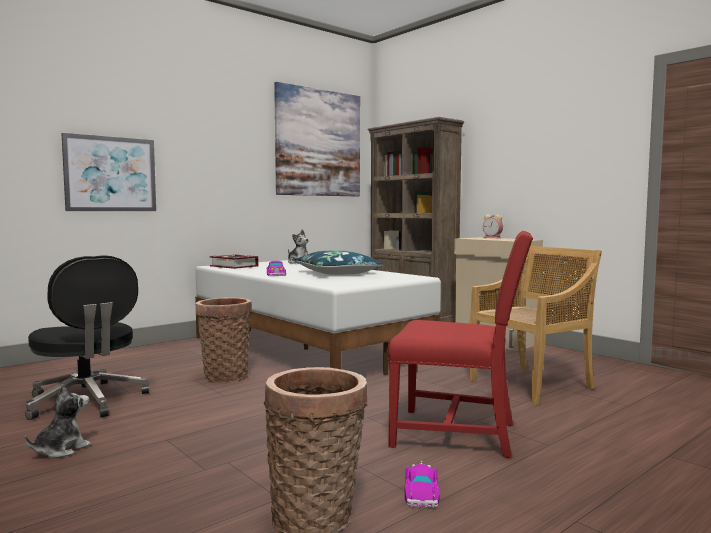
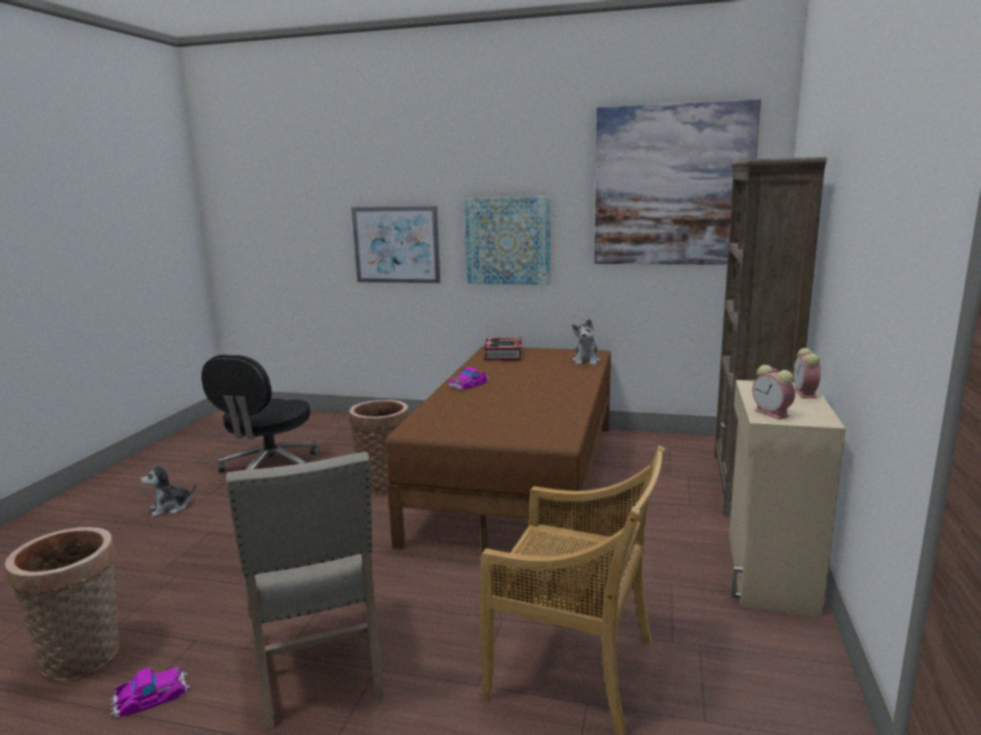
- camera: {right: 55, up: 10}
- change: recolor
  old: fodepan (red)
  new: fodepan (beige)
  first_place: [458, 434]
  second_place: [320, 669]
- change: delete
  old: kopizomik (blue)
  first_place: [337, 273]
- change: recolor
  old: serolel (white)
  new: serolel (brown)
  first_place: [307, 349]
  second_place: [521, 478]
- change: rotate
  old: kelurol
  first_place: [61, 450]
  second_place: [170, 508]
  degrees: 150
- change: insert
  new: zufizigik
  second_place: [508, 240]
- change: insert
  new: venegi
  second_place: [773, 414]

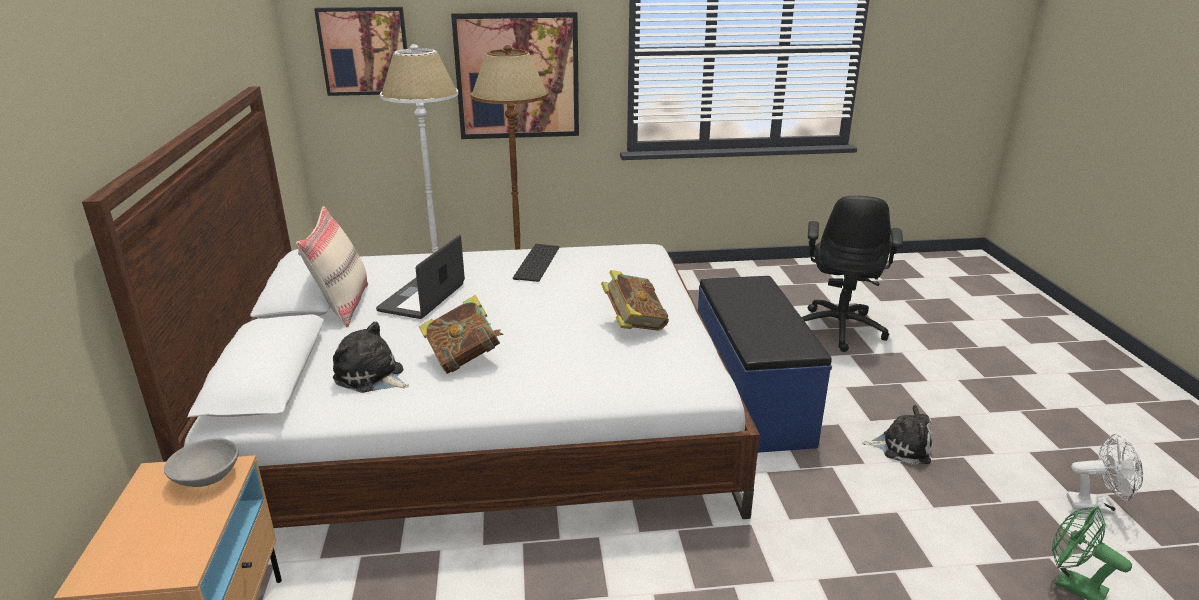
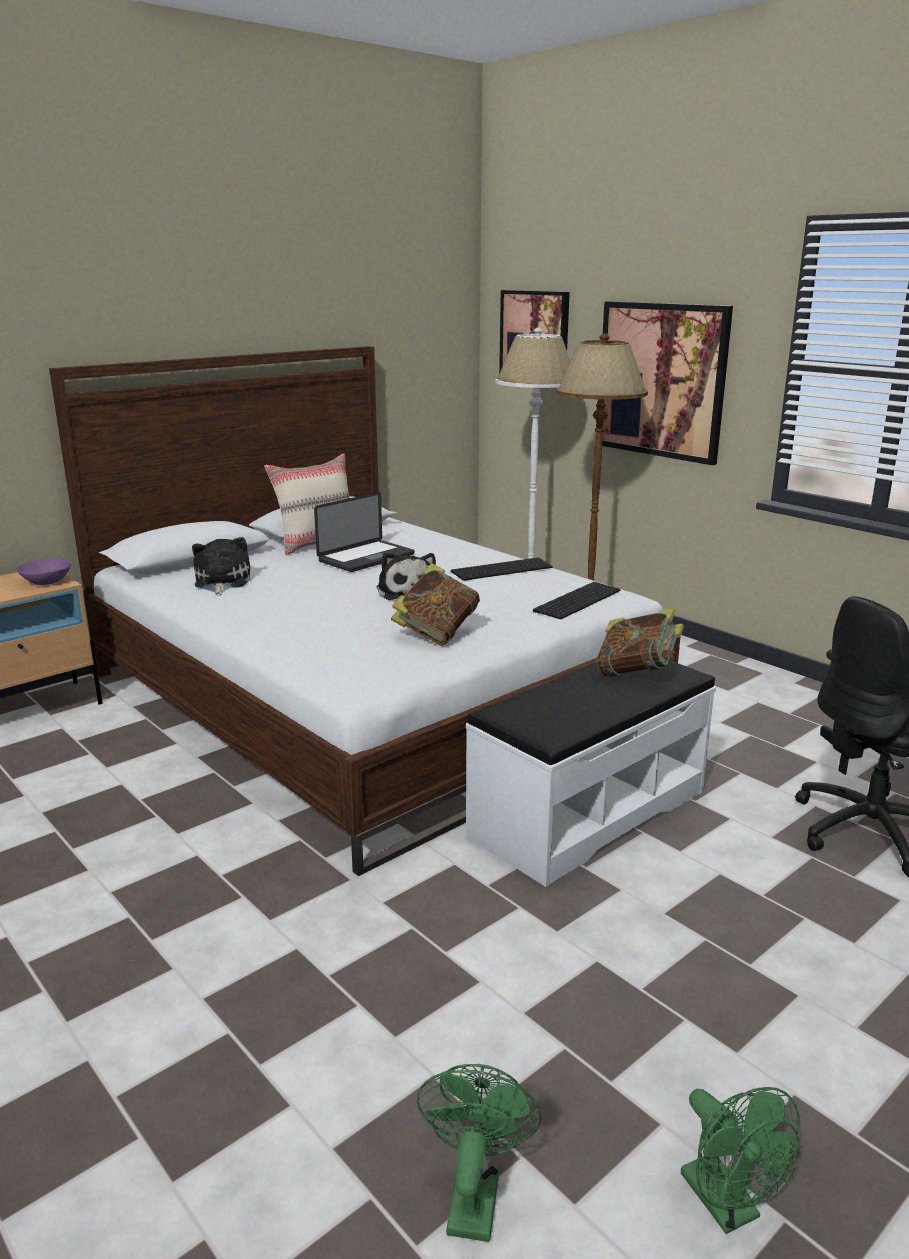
- camera: {right: 55, up: -5}
- change: rotate
  old: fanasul
  first_place: [422, 298]
  second_place: [366, 558]
  degrees: 150
- change: recolor
  old: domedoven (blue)
  new: domedoven (white)
  first_place: [749, 398]
  second_place: [587, 812]
- change: move
  old: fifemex
  first_place: [464, 359]
  second_place: [637, 673]
- change: move
  old: kelurol
  first_place: [902, 447]
  second_place: [405, 591]
- change: recolor
  old: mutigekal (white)
  new: mutigekal (green)
  first_place: [1096, 505]
  second_place: [728, 1207]
- change: recolor
  old: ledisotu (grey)
  new: ledisotu (purple)
  first_place: [207, 477]
  second_place: [46, 582]
- change: insert
  new: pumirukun
  second_place: [576, 600]

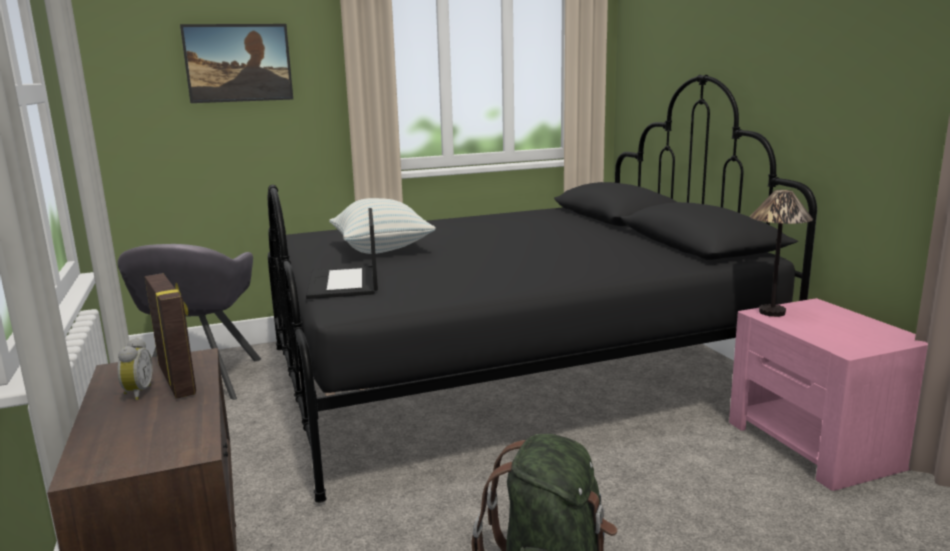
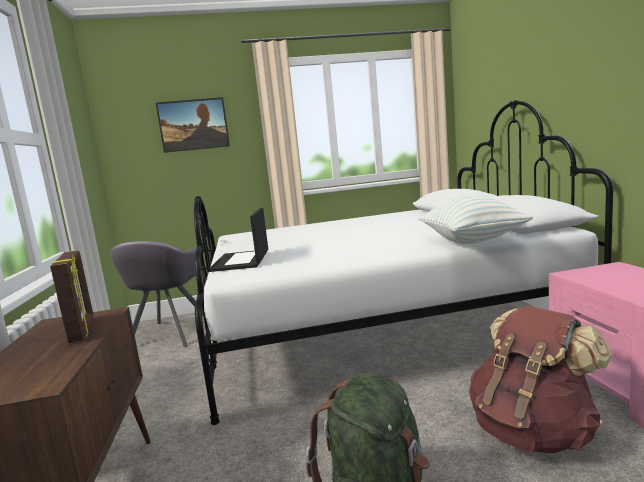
- camera: {right: 10, up: -5}
- change: recolor
  old: serolel (black)
  new: serolel (white)
  first_place: [510, 374]
  second_place: [378, 328]
- change: delete
  old: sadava
  first_place: [771, 312]
- change: move
  old: kopizomik
  first_place: [382, 250]
  second_place: [472, 241]
- change: delete
  old: venegi
  first_place: [136, 393]
- change: insert
  new: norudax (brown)
  second_place: [533, 431]

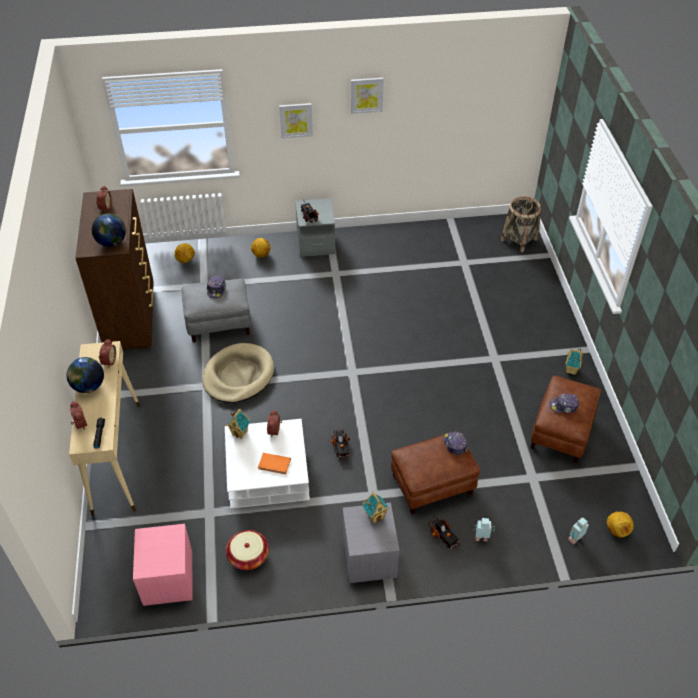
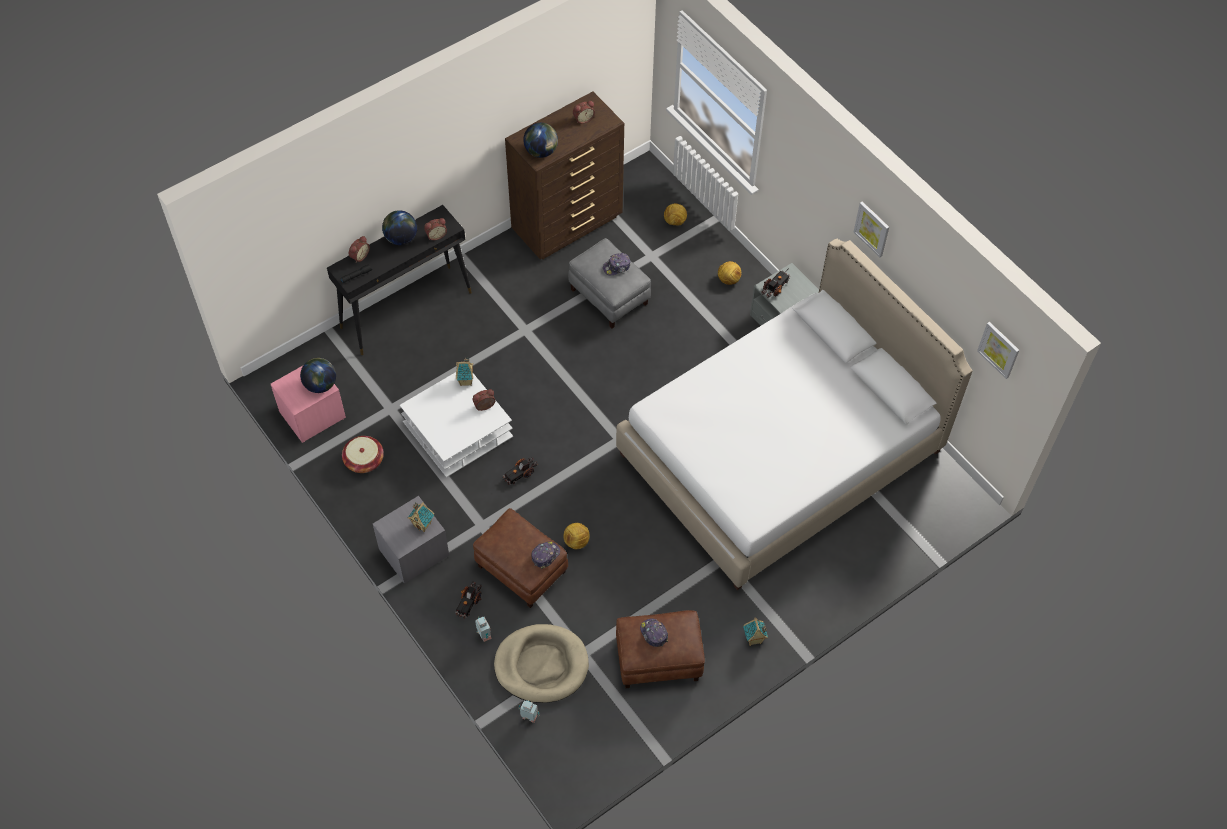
- camera: {right: 60, up: 10}
- change: move
  old: zufizigik
  first_place: [296, 120]
  second_place: [999, 349]
- change: delete
  old: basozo
  first_place: [519, 240]
- change: recolor
  old: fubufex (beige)
  new: fubufex (black)
  first_place: [117, 457]
  second_place: [407, 309]
- change: move
  old: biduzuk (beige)
  first_place: [238, 375]
  second_place: [541, 665]
- change: delete
  old: fifemex (orange)
  first_place: [274, 464]
- change: move
  old: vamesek
  first_place: [617, 530]
  second_place: [576, 541]
- change: insert
  new: serolel (white)
  second_place: [780, 452]
- change: insert
  new: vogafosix
  second_place: [321, 384]

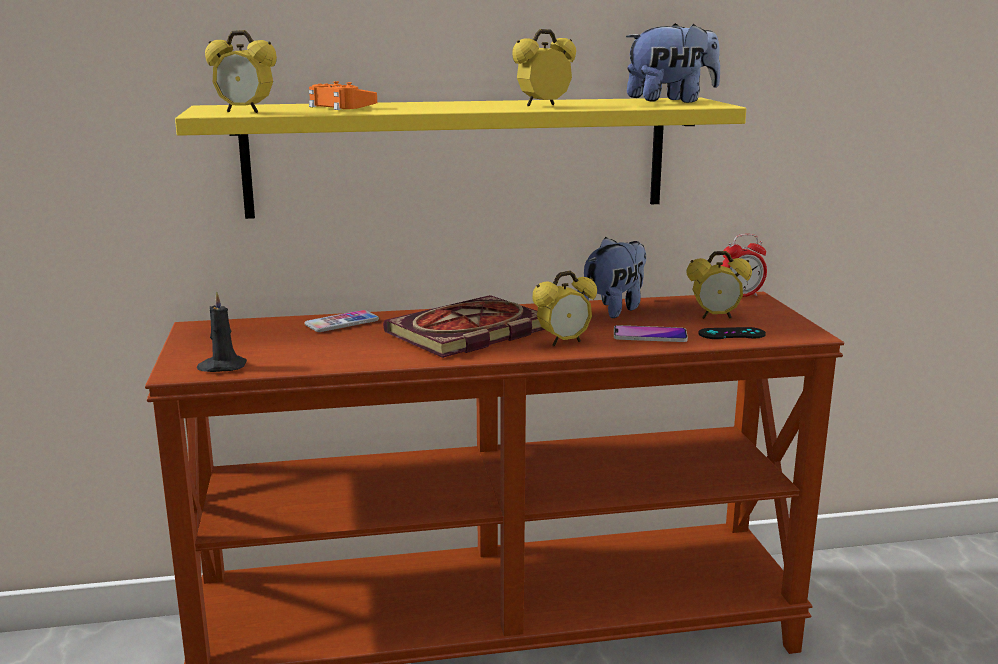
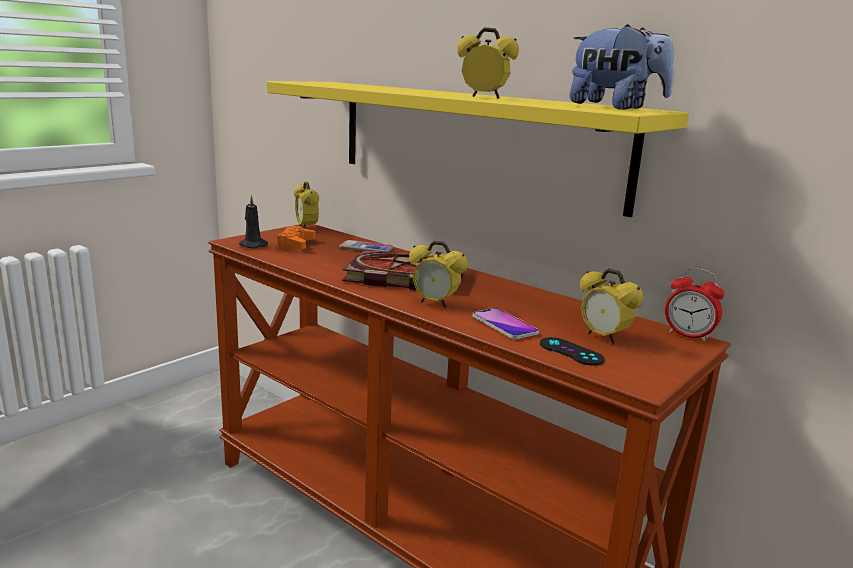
- camera: {right: 50, up: 0}
- change: move
  old: venegi
  first_place: [245, 112]
  second_place: [306, 227]
- change: move
  old: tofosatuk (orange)
  first_place: [340, 107]
  second_place: [295, 245]
- change: delete
  old: kelurol
  first_place: [614, 309]

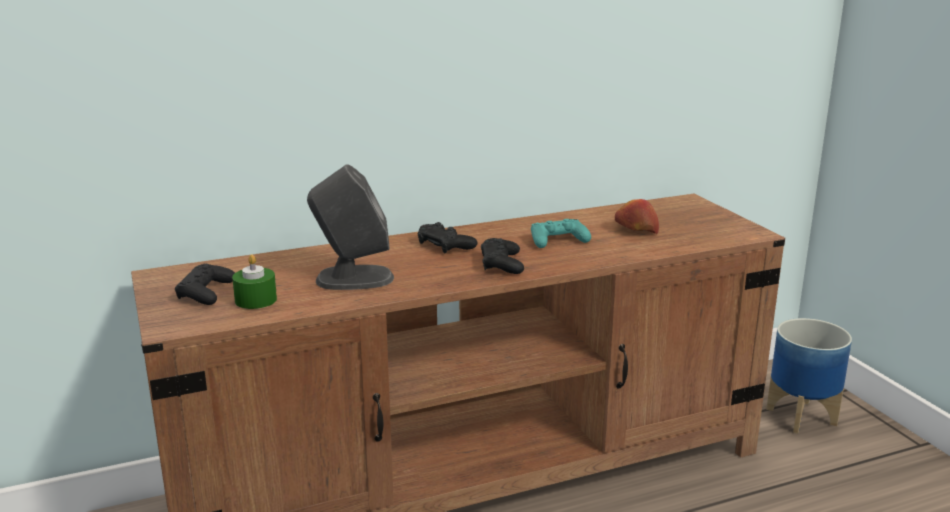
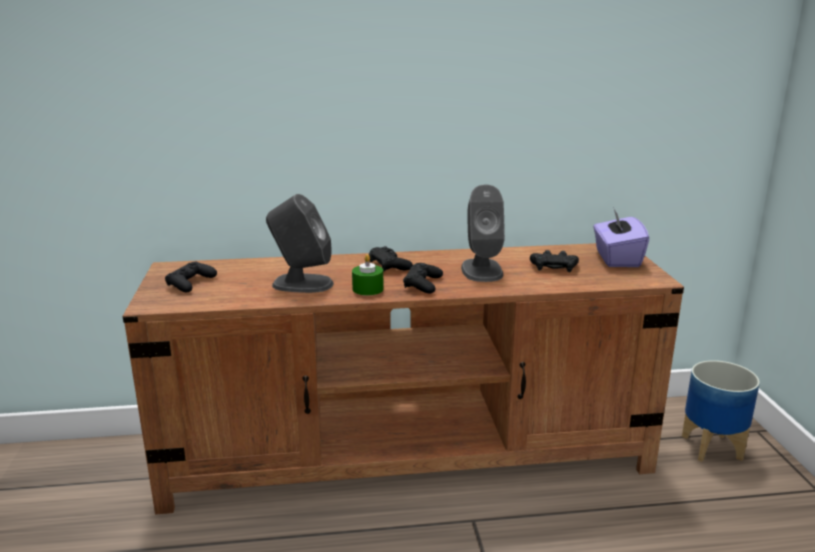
- camera: {right: 15, up: 0}
- change: replace
  old: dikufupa
  new: tofosatuk (black)
  first_place: [635, 229]
  second_place: [553, 267]
- change: replace
  old: tofosatuk (turquoise)
  new: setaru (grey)
  first_place: [558, 241]
  second_place: [481, 270]
- change: move
  old: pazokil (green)
  first_place: [256, 300]
  second_place: [368, 289]
- change: insert
  new: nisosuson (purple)
  second_place: [616, 258]

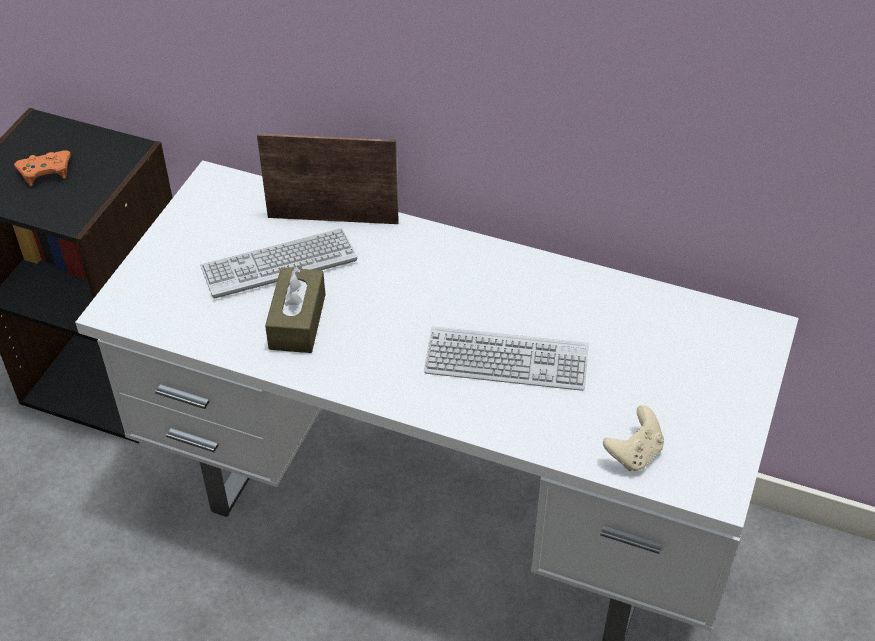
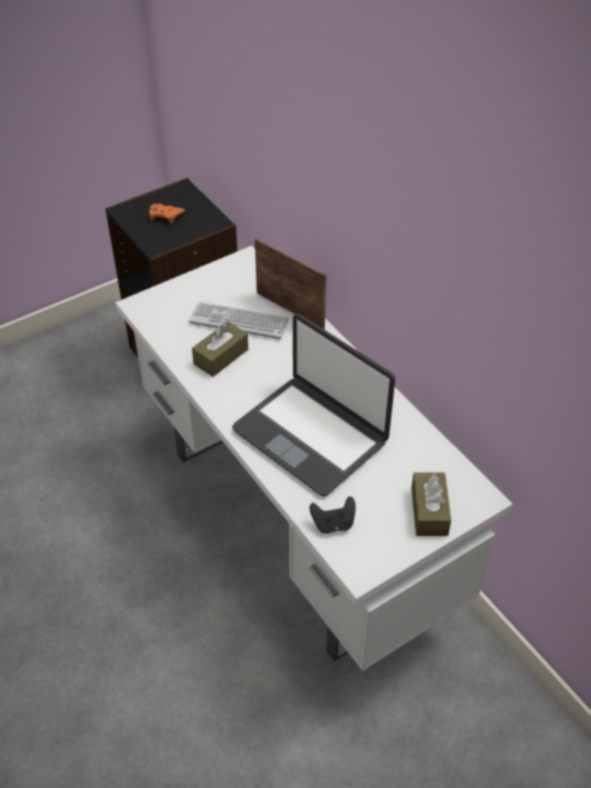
- camera: {right: 35, up: 0}
- change: replace
  old: pumirukun
  new: fanasul
  first_place: [506, 361]
  second_place: [311, 435]
- change: recolor
  old: tofosatuk (beige)
  new: tofosatuk (black)
  first_place: [634, 453]
  second_place: [333, 524]
- change: insert
  new: nisosuson (brown)
  second_place: [429, 511]

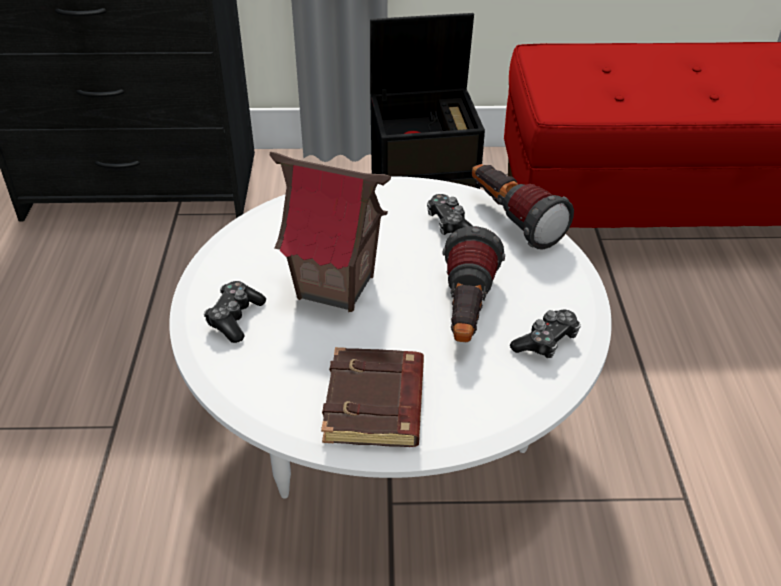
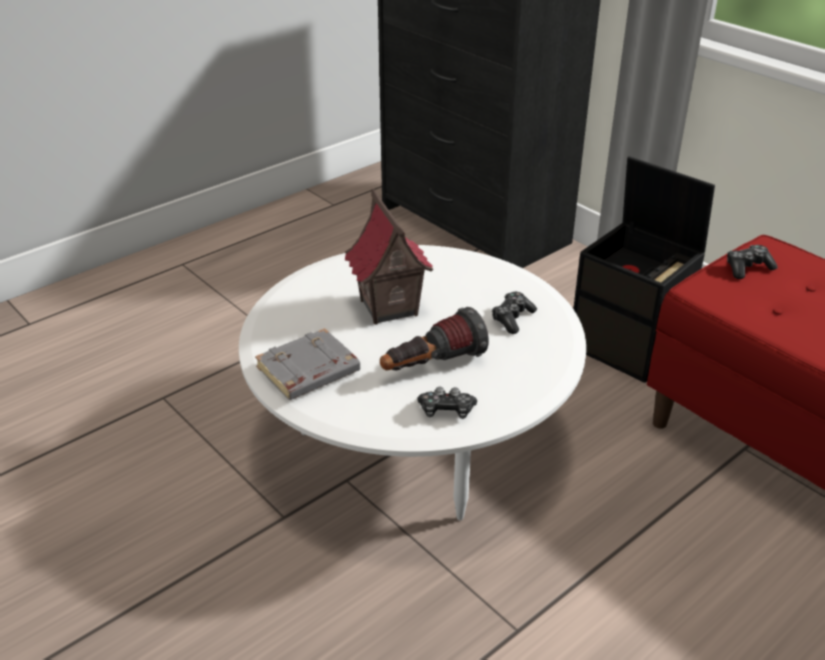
- camera: {right: 50, up: -5}
- change: delete
  old: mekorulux
  first_place: [512, 221]
- change: move
  old: tofosatuk
  first_place: [235, 318]
  second_place: [747, 268]
- change: recolor
  old: fifemex (brown)
  new: fifemex (grey)
  first_place: [376, 405]
  second_place: [308, 372]

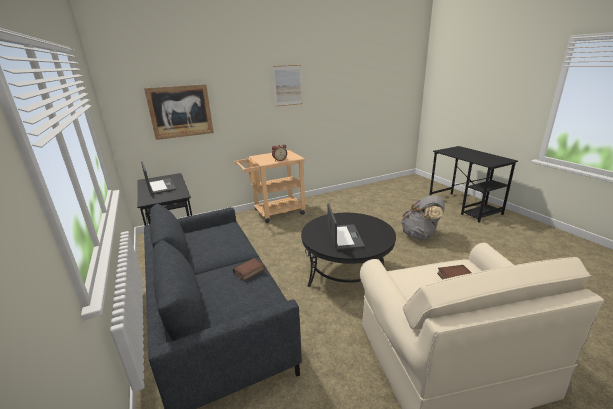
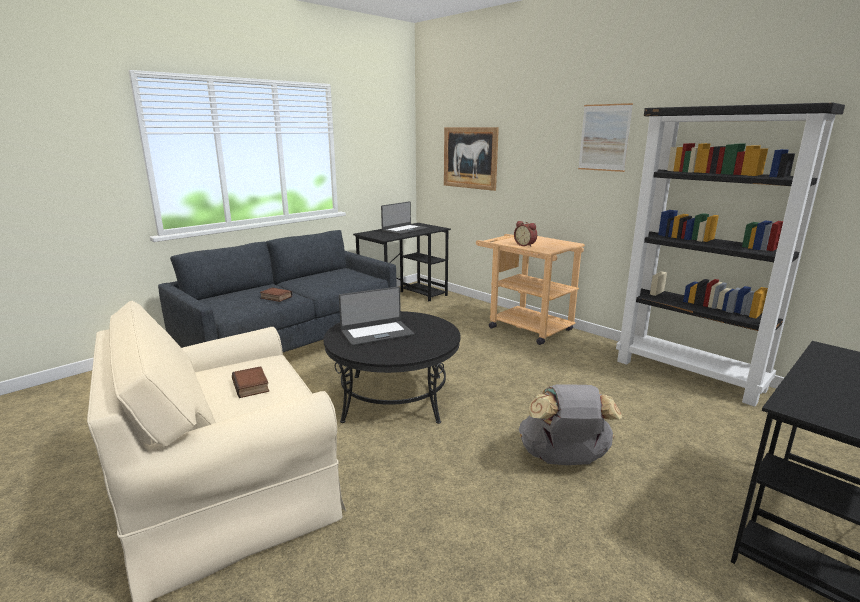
- camera: {right: 70, up: -5}
- change: insert
  new: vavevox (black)
  second_place: [689, 375]

